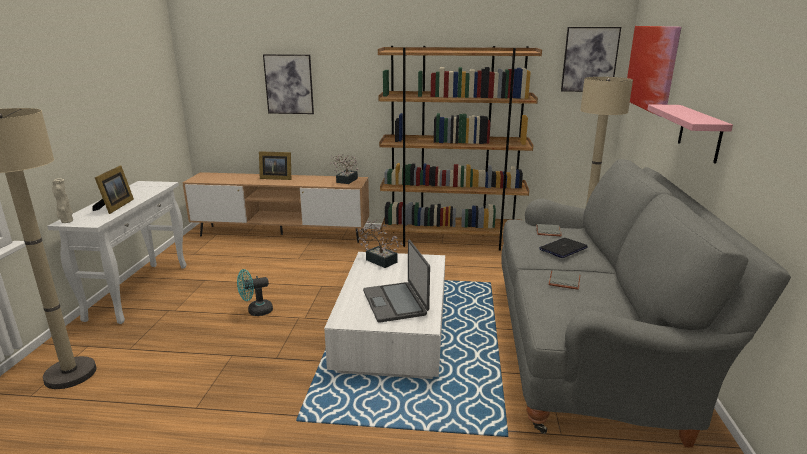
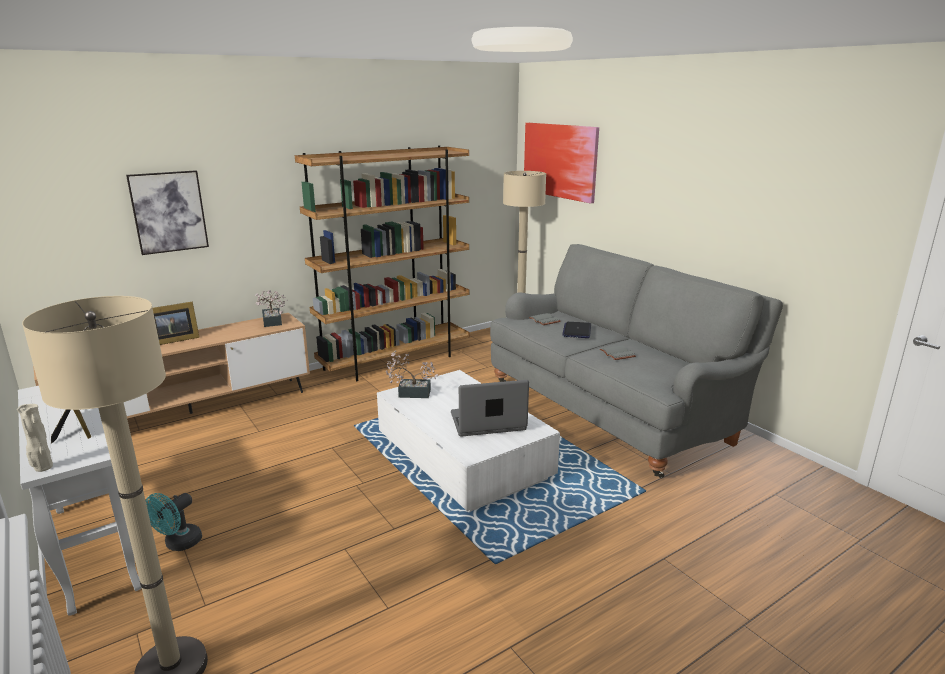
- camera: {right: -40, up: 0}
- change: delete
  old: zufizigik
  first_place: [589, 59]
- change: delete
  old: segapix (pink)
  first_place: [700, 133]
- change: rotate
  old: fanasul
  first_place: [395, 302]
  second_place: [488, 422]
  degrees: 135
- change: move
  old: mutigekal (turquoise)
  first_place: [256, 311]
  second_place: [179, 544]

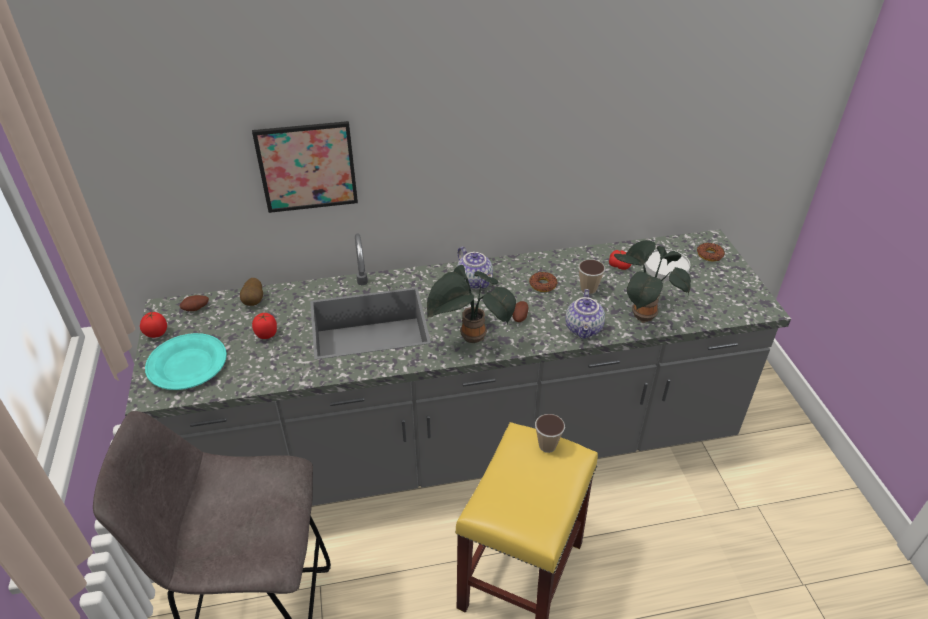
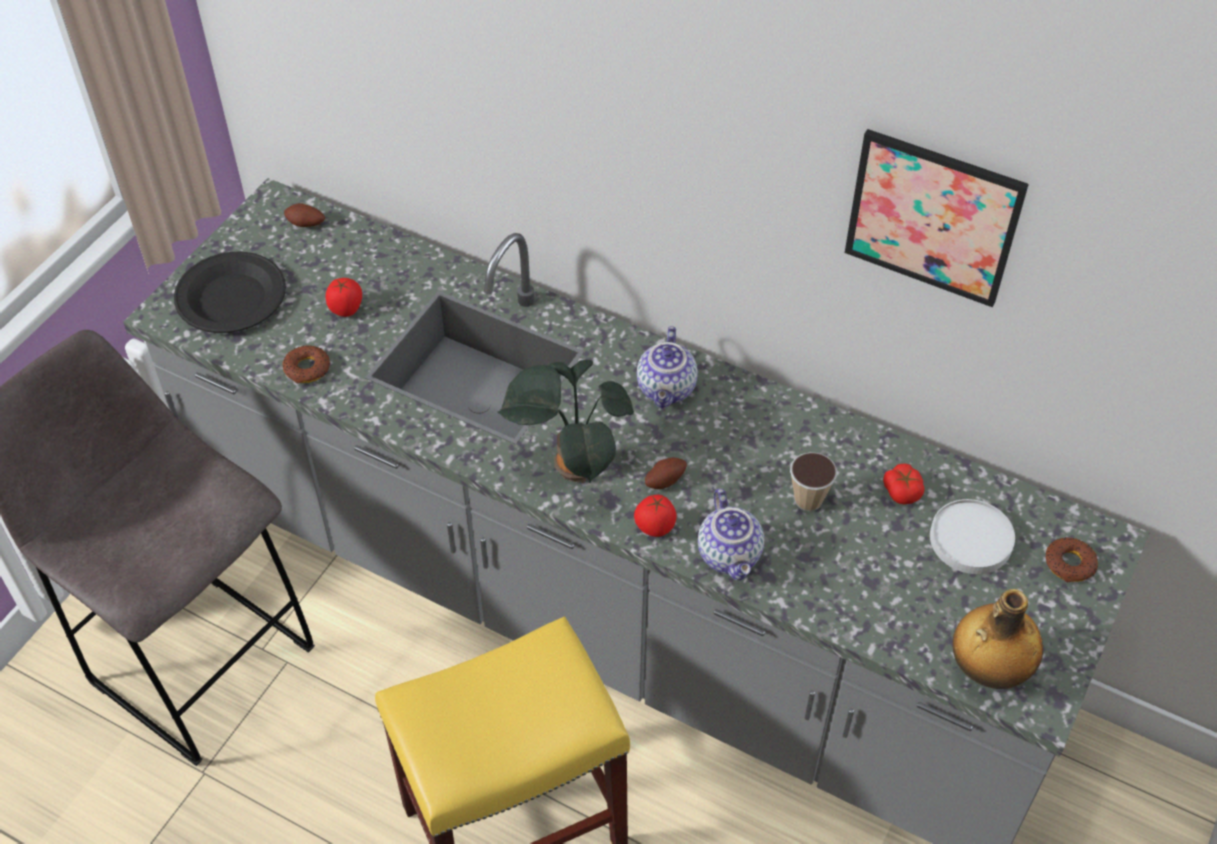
- camera: {right: 40, up: 10}
- change: move
  old: zufizigik
  first_place: [307, 167]
  second_place: [932, 217]
- change: delete
  old: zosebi
  first_place: [641, 314]
- change: move
  old: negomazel
  first_place: [543, 285]
  second_place: [307, 368]
- change: delete
  old: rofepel
  first_place: [254, 301]
- change: rotate
  old: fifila
  first_place: [584, 329]
  second_place: [731, 555]
  degrees: -60
- change: move
  old: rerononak
  first_place: [156, 334]
  second_place: [654, 527]
- change: recolor
  old: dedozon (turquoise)
  new: dedozon (black)
  first_place: [187, 365]
  second_place: [230, 298]
- change: delete
  old: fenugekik
  first_place: [547, 445]
- change: insert
  new: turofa
  second_place: [987, 670]

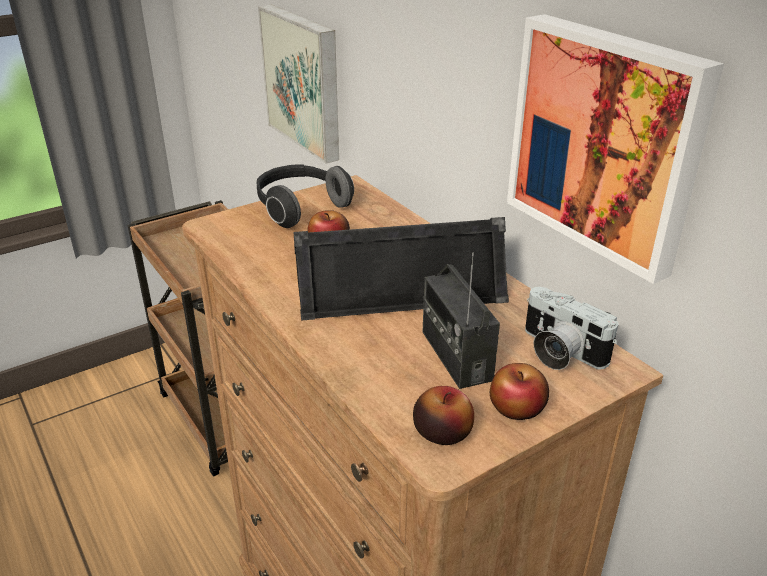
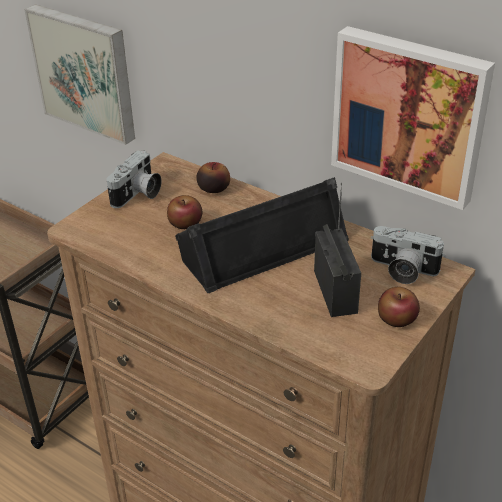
- camera: {right: -20, up: 5}
- change: replace
  old: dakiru
  new: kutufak
  first_place: [300, 208]
  second_place: [138, 195]
- change: rotate
  old: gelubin
  first_place: [455, 355]
  second_place: [335, 291]
  degrees: -150
- change: move
  old: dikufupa
  first_place: [442, 432]
  second_place: [213, 188]

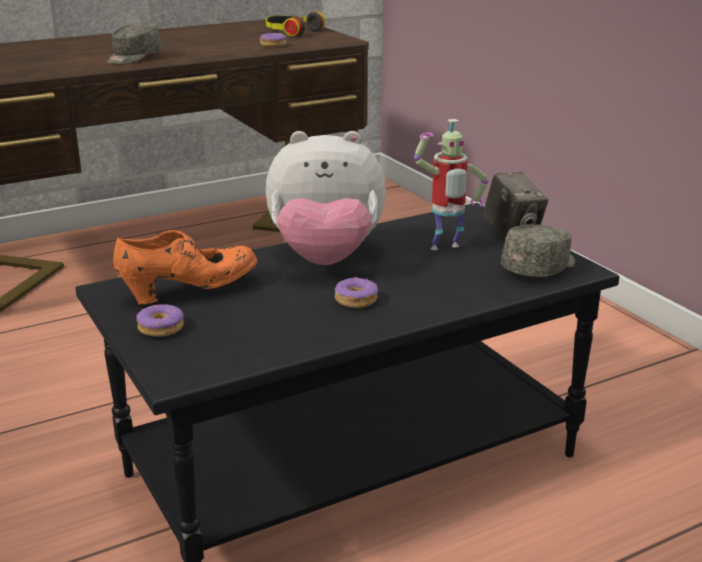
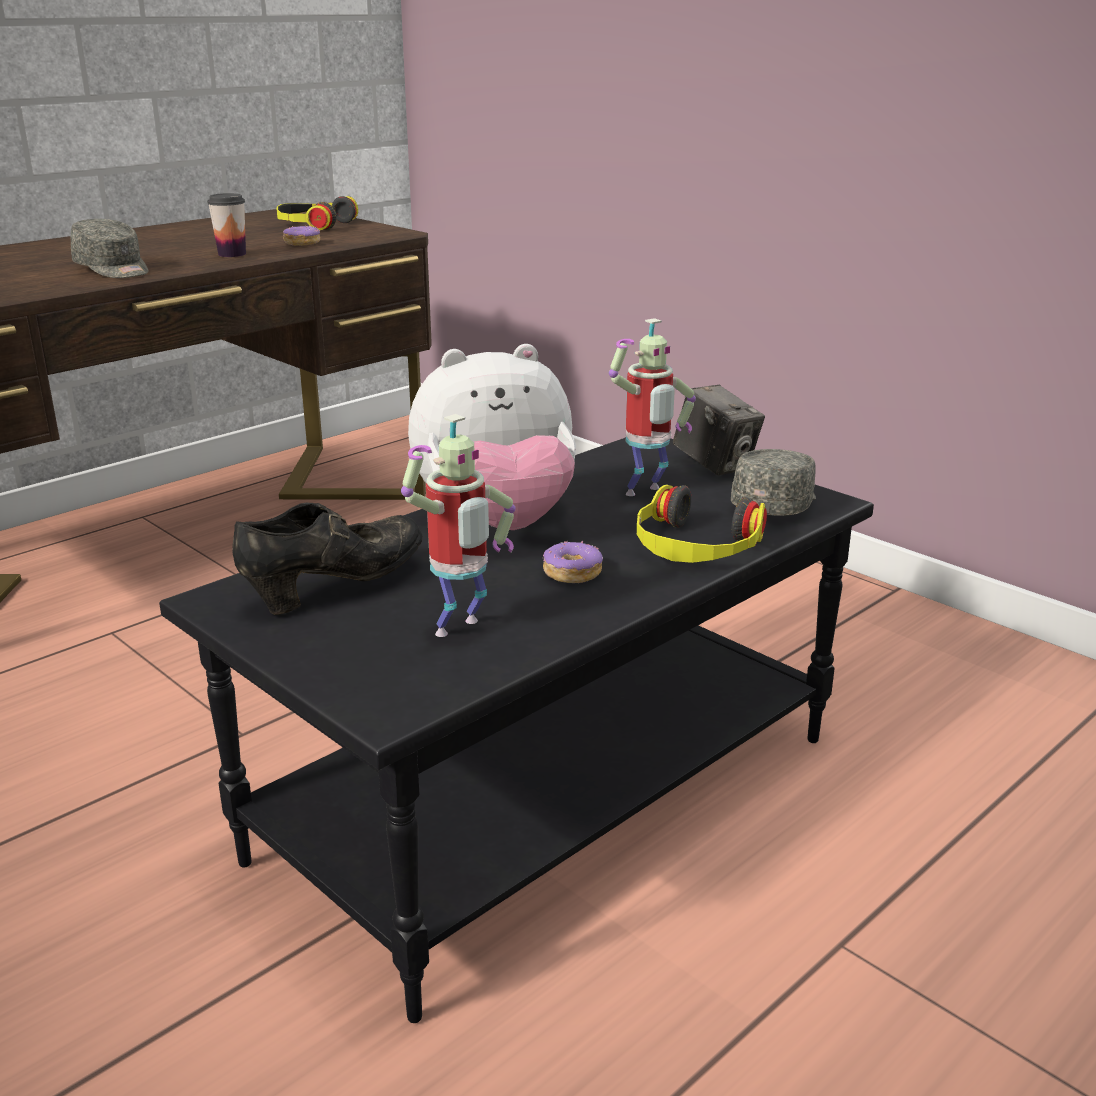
- camera: {right: -15, up: 0}
- change: rotate
  old: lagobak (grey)
  first_place: [134, 58]
  second_place: [113, 270]
  degrees: -60
- change: recolor
  old: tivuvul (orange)
  new: tivuvul (black)
  first_place: [190, 291]
  second_place: [337, 587]
- change: delete
  old: negomazel
  first_place: [161, 328]
- change: insert
  new: fenugekik
  second_place: [232, 254]
- change: insert
  new: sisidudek
  second_place: [460, 630]
- change: insert
  new: dakiru
  second_place: [695, 546]

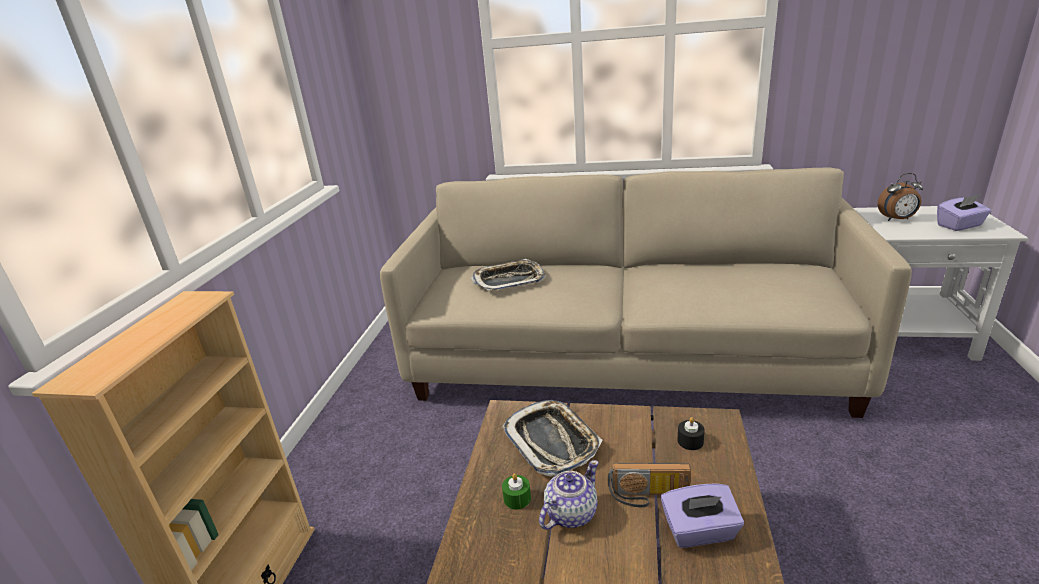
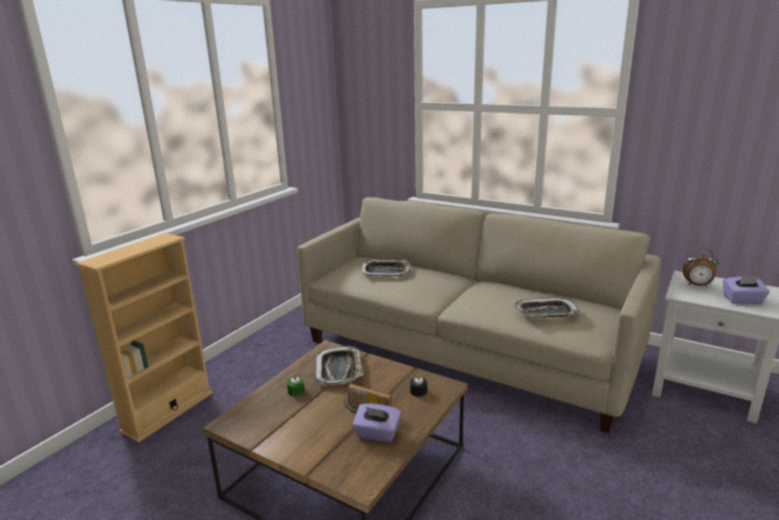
- camera: {right: 20, up: -5}
- change: delete
  old: fifila
  first_place: [570, 514]
- change: insert
  new: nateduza
  second_place: [545, 313]

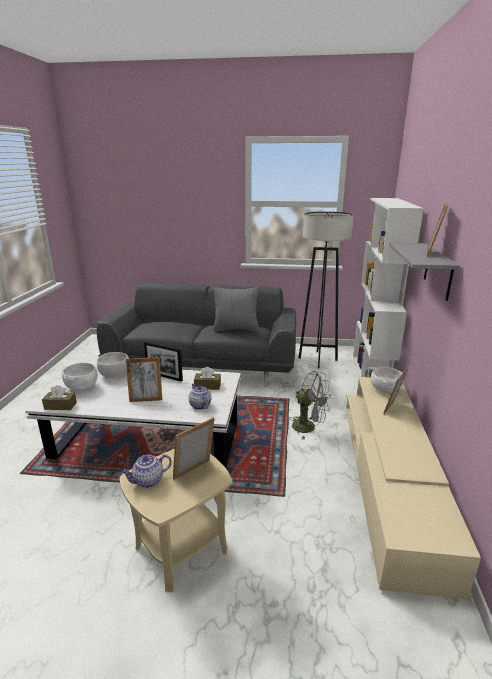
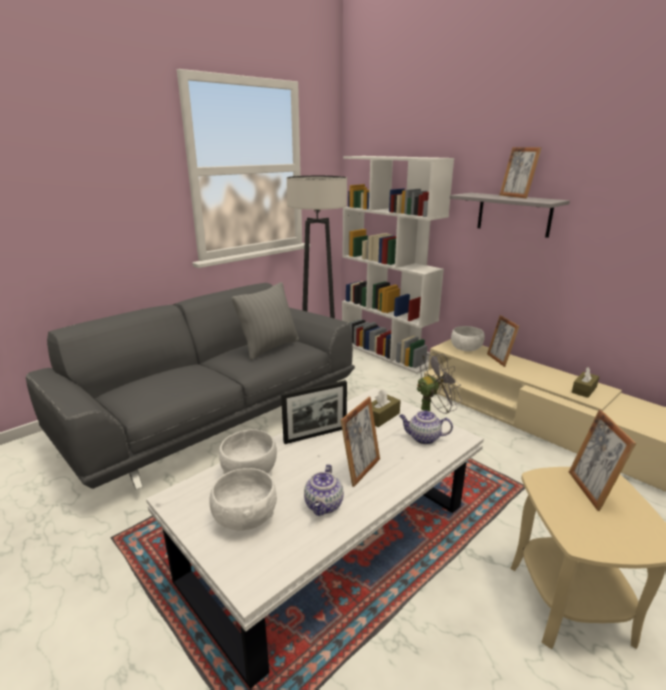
- camera: {right: -50, up: 0}
- change: move
  old: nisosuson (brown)
  first_place: [60, 406]
  second_place: [584, 390]
- change: move
  old: fifila
  first_place: [148, 481]
  second_place: [324, 506]

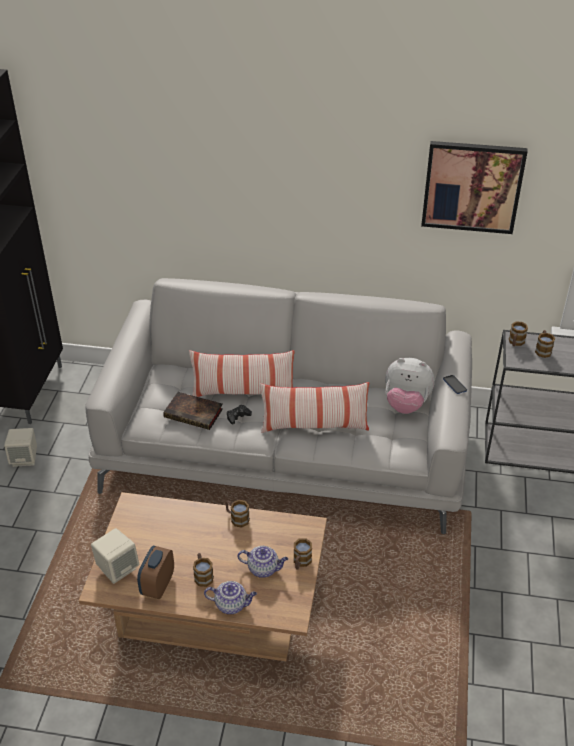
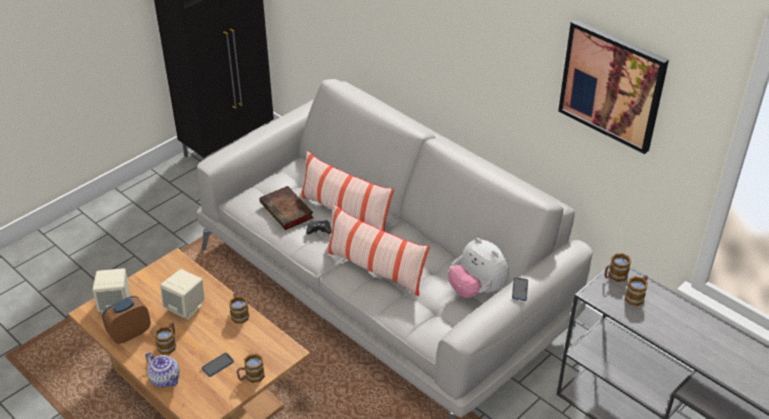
- camera: {right: 35, up: 0}
- change: move
  old: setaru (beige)
  first_place: [24, 459]
  second_place: [186, 308]
- change: replace
  old: fifila
  new: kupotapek
  first_place: [263, 569]
  second_place: [217, 365]

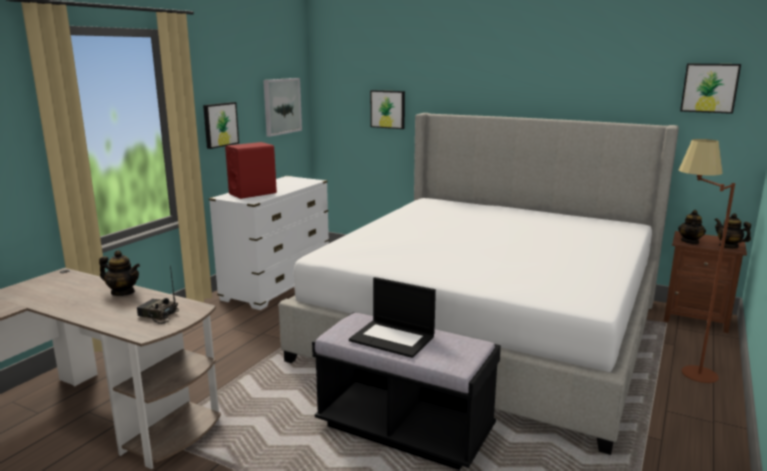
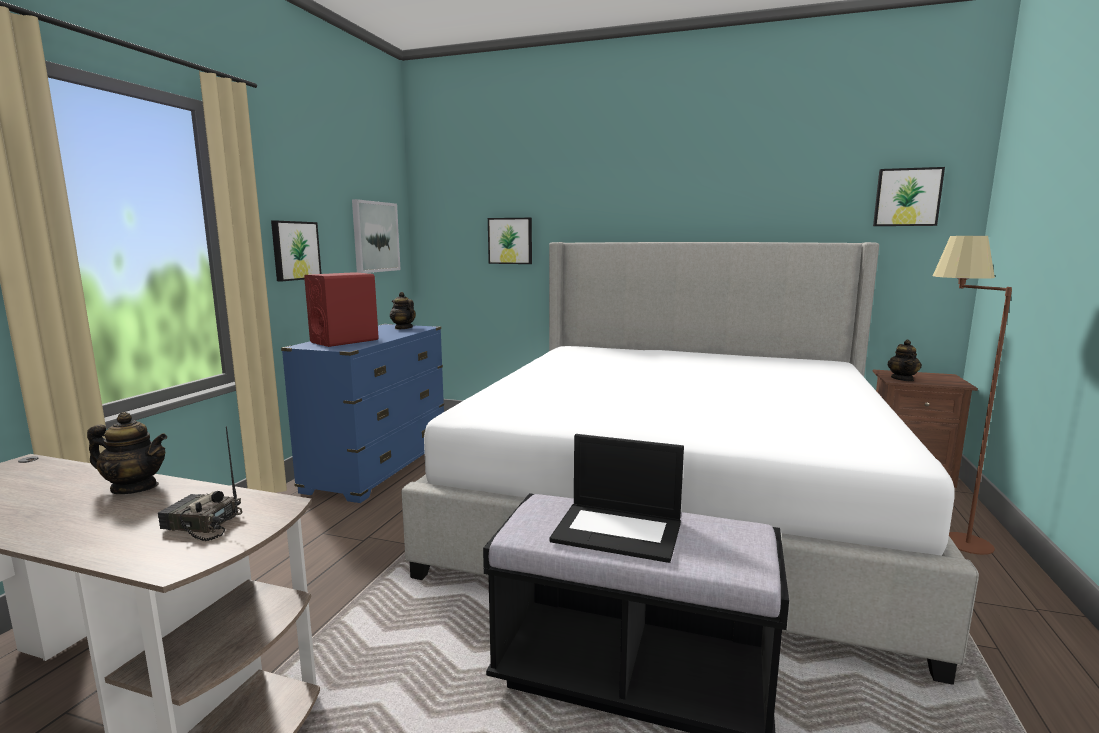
- camera: {right: -10, up: -5}
- change: recolor
  old: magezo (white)
  new: magezo (blue)
  first_place: [277, 286]
  second_place: [378, 468]
- change: move
  old: fifila
  first_place: [728, 246]
  second_place: [403, 328]

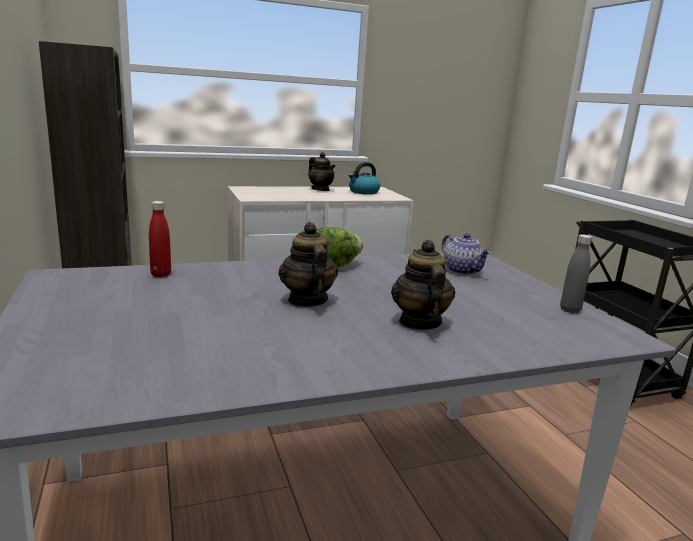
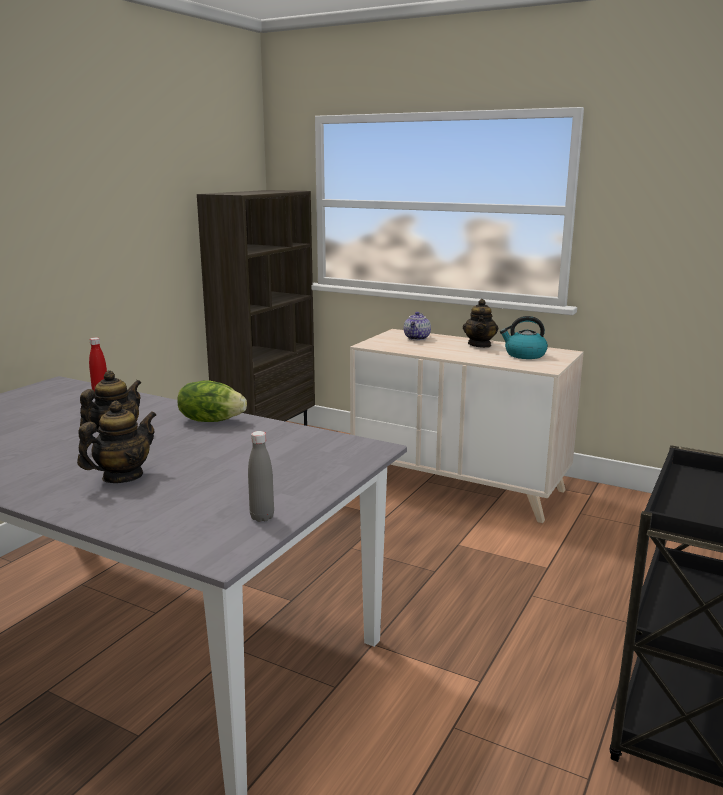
- camera: {right: 50, up: 0}
- change: move
  old: fifila
  first_place: [463, 271]
  second_place: [417, 338]

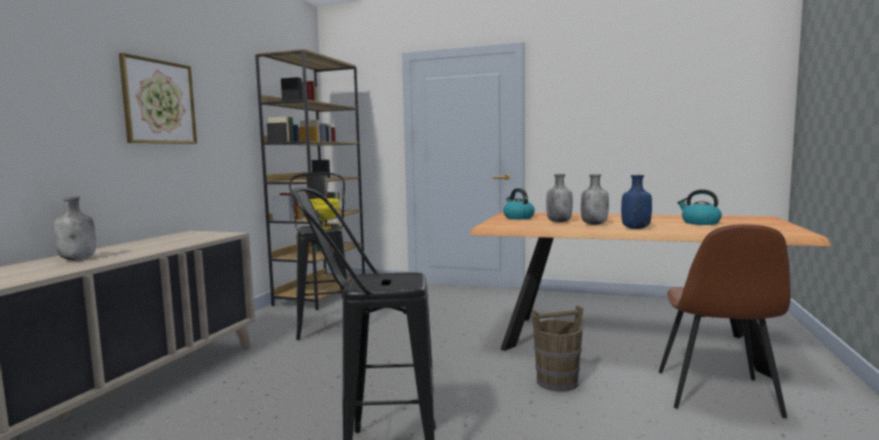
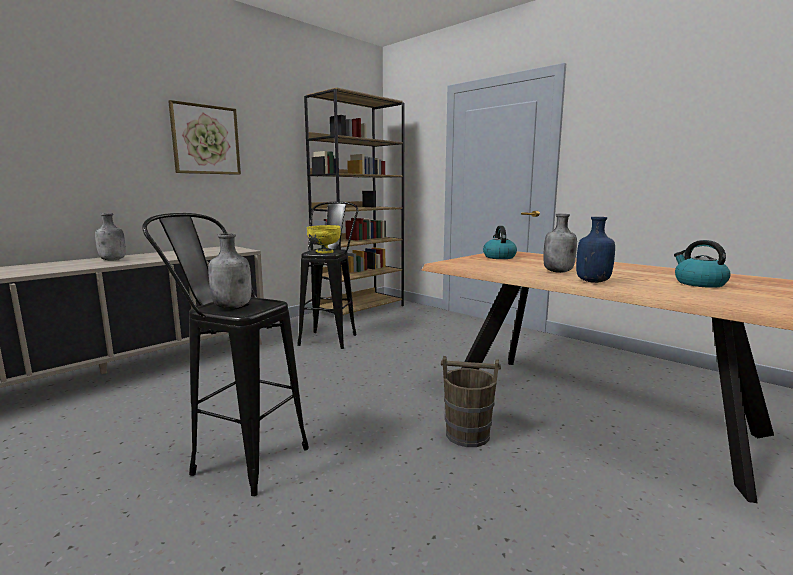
- camera: {right: 25, up: 5}
- change: move
  old: turofa (grey)
  first_place: [559, 222]
  second_place: [233, 307]
- change: delete
  old: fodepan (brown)
  first_place: [717, 394]

